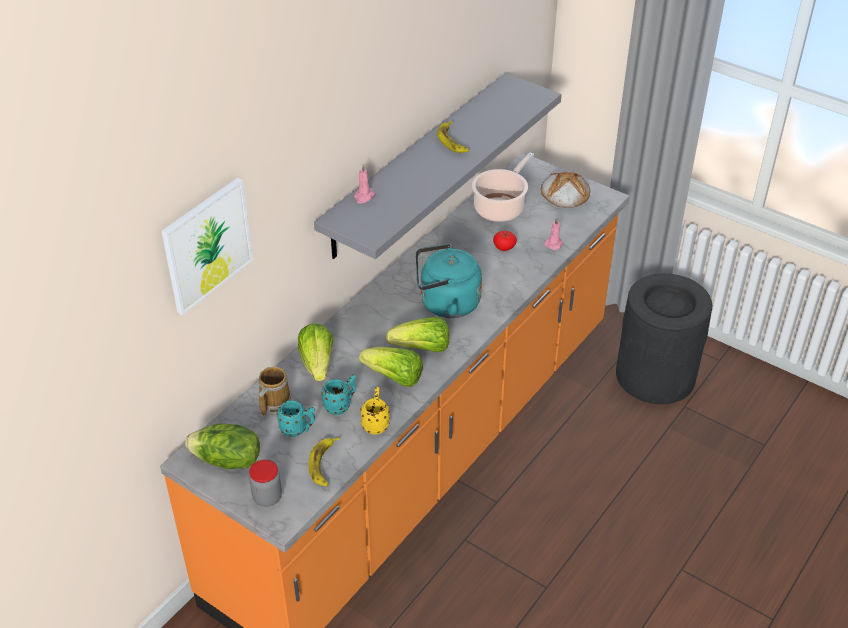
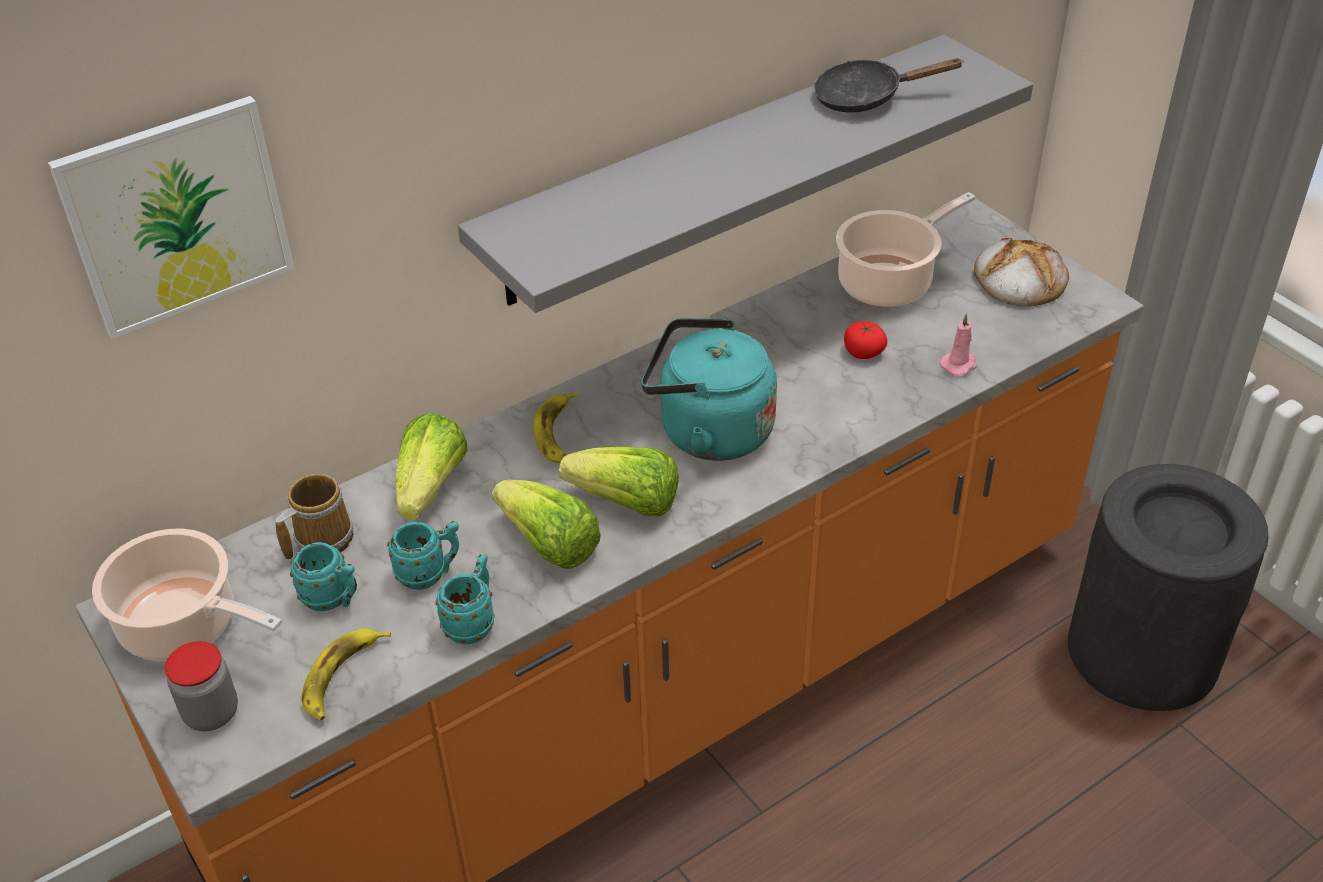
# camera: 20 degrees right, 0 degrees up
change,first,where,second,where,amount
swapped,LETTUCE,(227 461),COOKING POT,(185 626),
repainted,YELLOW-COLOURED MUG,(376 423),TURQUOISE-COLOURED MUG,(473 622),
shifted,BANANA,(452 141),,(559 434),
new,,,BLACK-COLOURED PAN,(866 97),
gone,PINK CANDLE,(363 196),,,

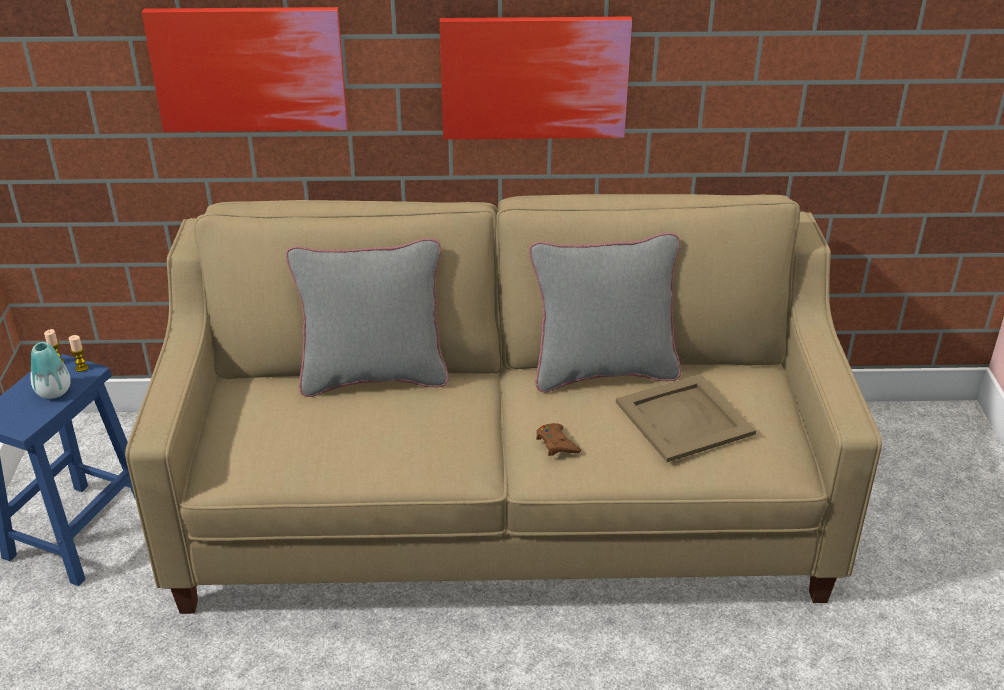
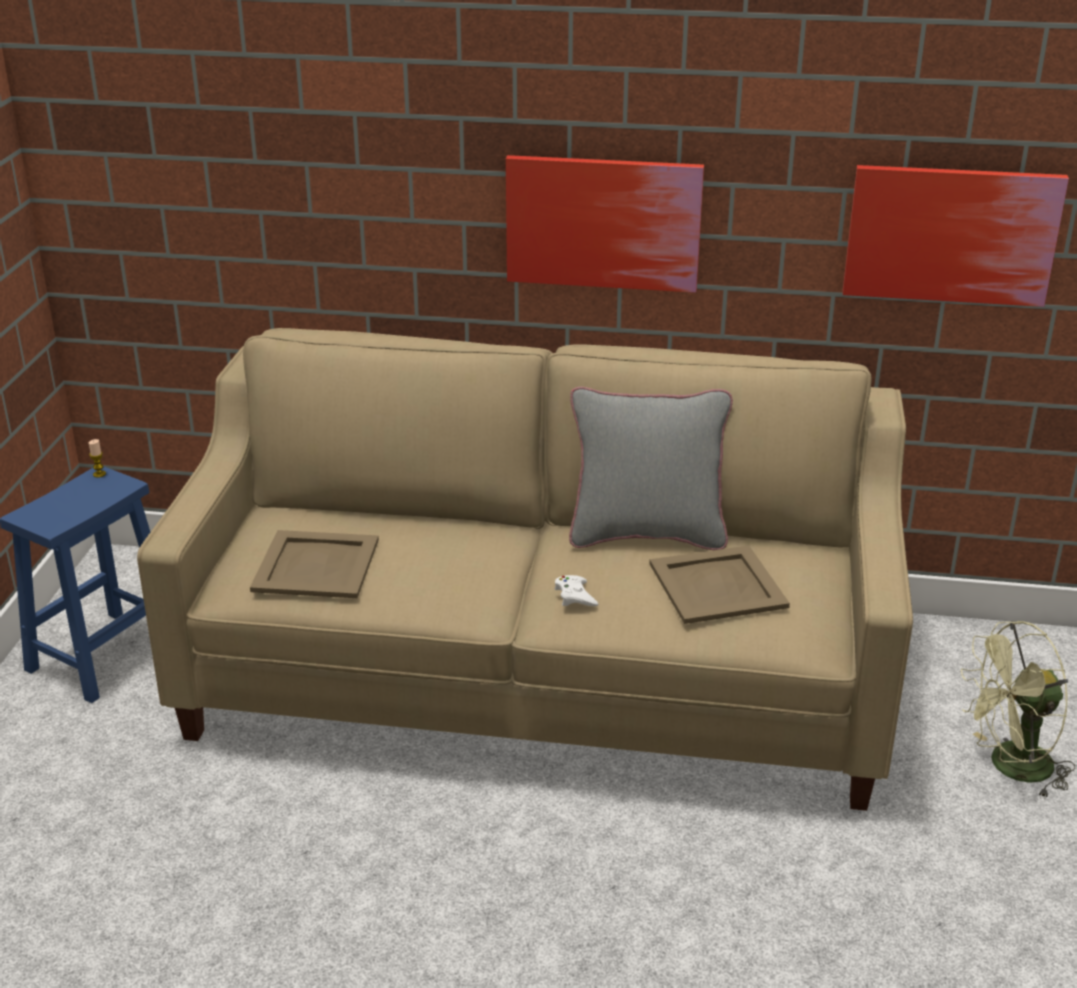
# camera: 10 degrees right, 5 degrees down
change,first,where,second,where,amount
new,,,SAND-COLOURED SERVING TRAY,(315 565),
repainted,BROWN GAMEPAD,(556 444),WHITE GAMEPAD,(575 596),
shifted,PICTURE,(249 69),,(951 234),
new,,,GREEN-COLOURED COOLING FAN,(1010 768),
gone,DECORATIVE VASE,(54 392),,,
gone,CANDLE,(82 368),,,
gone,GREYISH THROW PILLOW,(373 376),,,

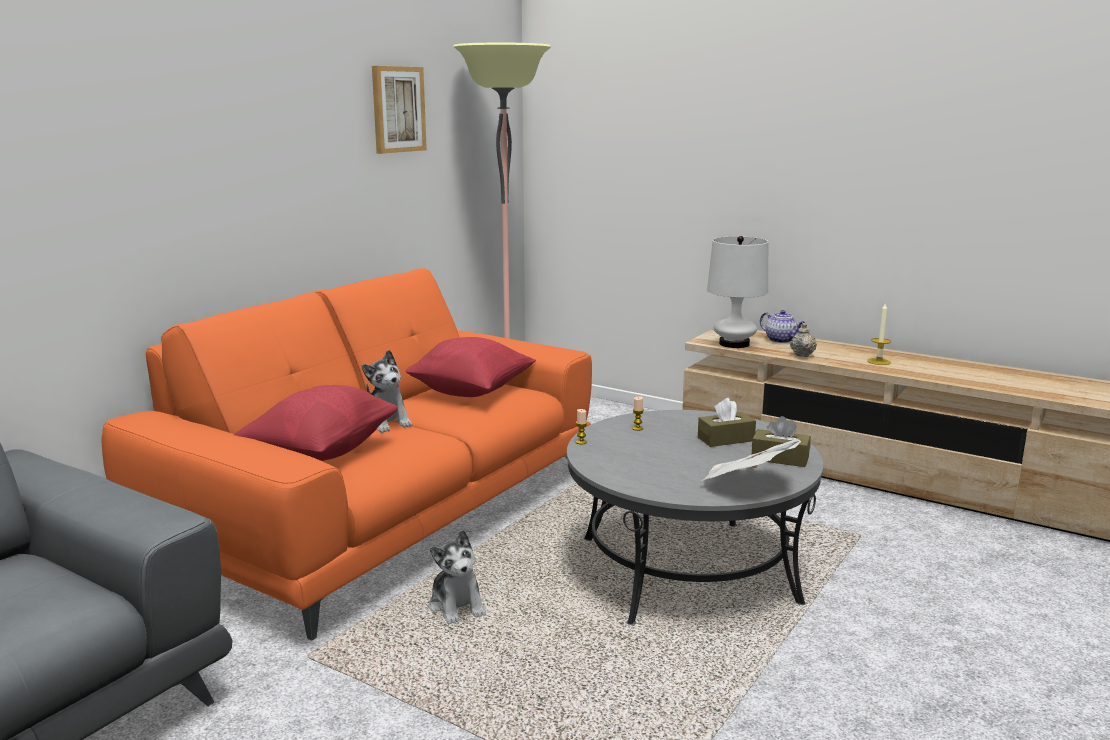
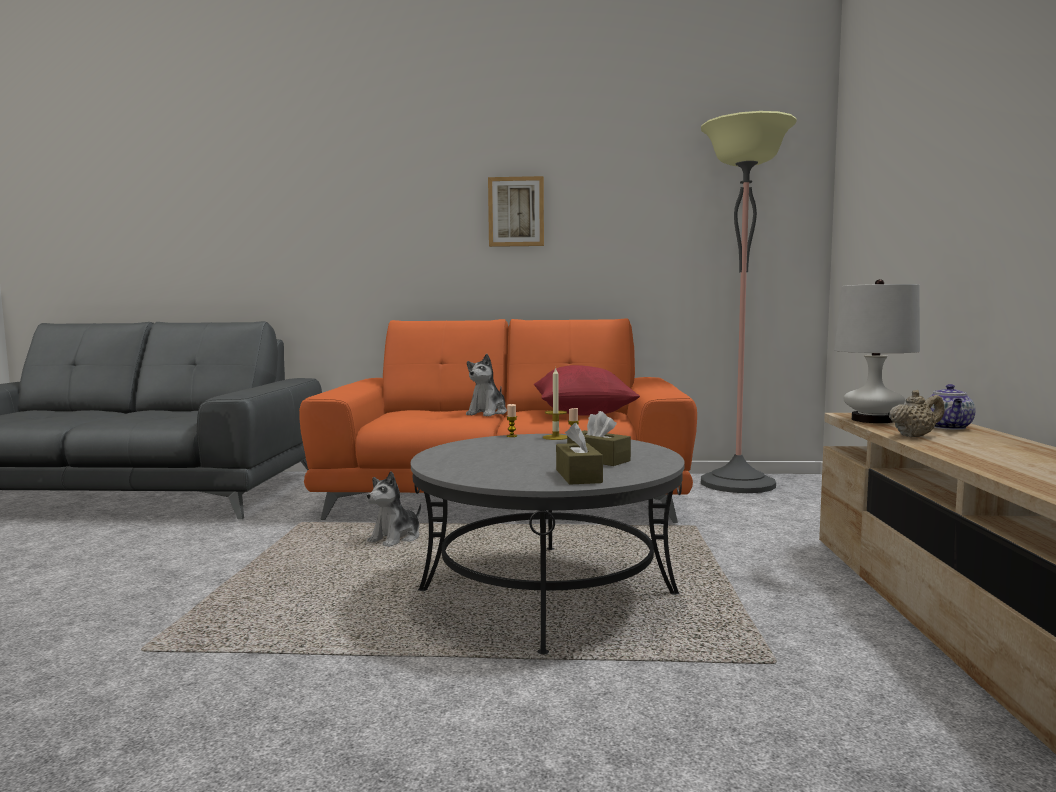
# camera: 60 degrees right, 10 degrees down
change,first,where,second,where,amount
shifted,PICTURE,(397 109),,(516 212),
shifted,CANDLE,(879 361),,(555 437),
gone,REDDISH THROW PILLOW,(321 453),,,
gone,NEWSPAPER,(747 484),,,

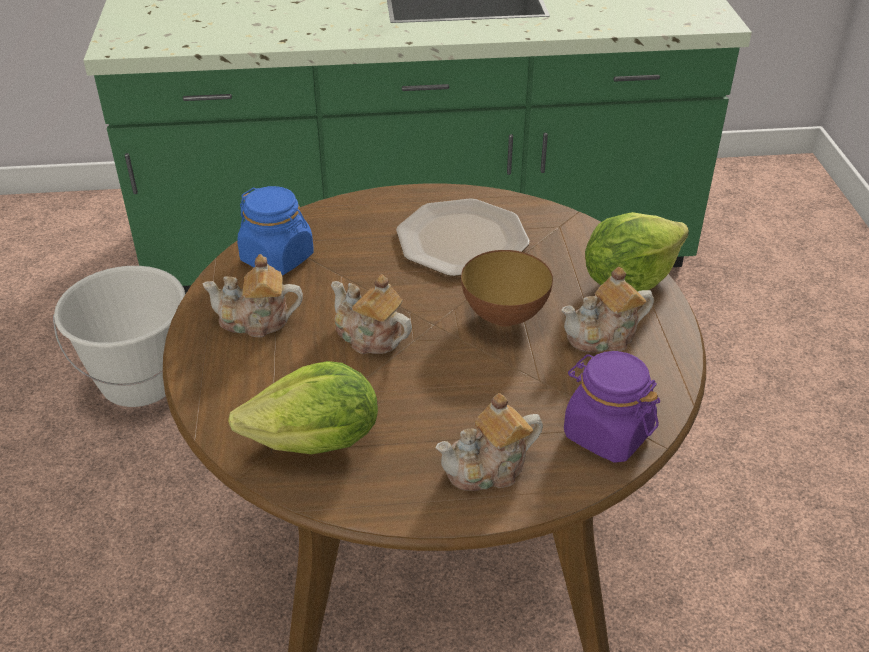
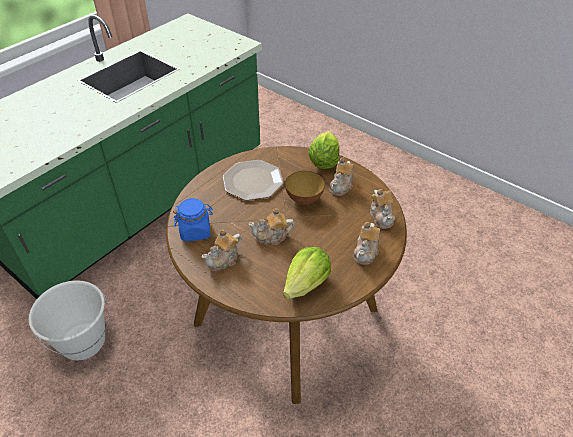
# camera: 45 degrees left, 5 degrees up
change,first,where,second,where,amount
swapped,PURPLISH PRESERVE JAR,(607 433),TEA POT,(381 217),

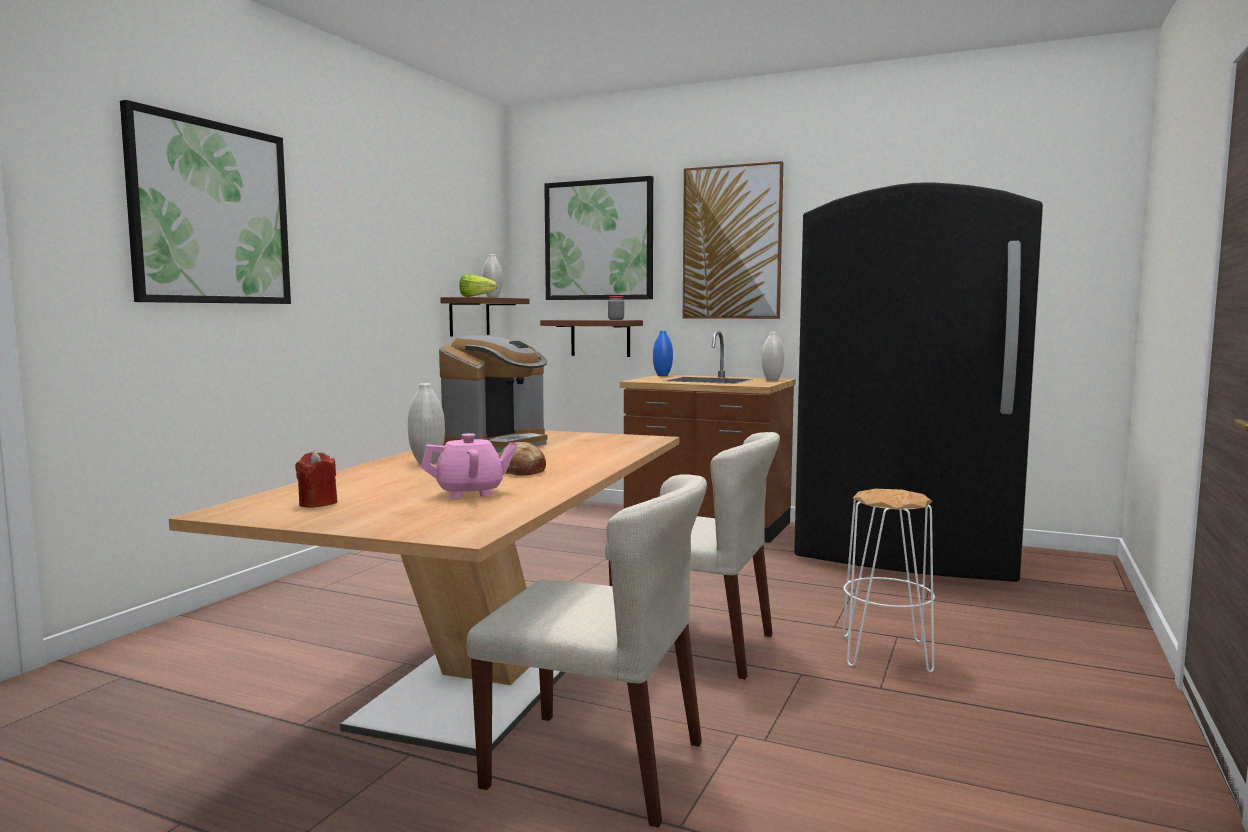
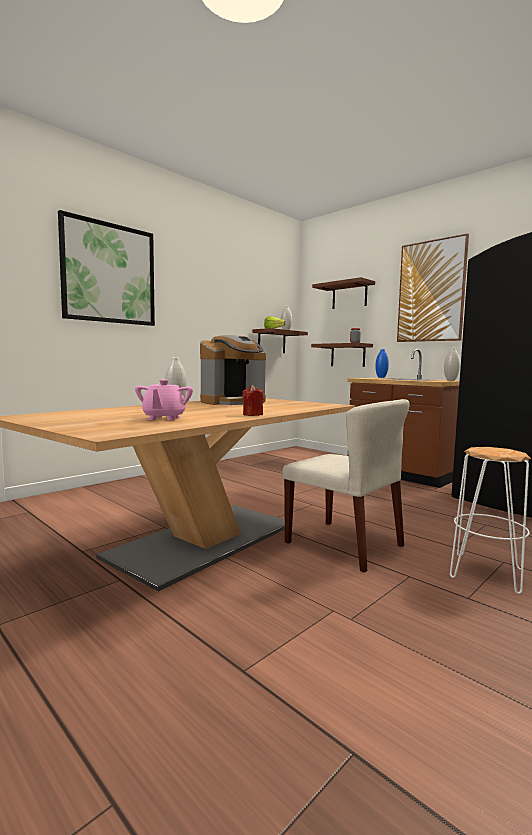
# camera: 20 degrees right, 0 degrees up
change,first,where,second,where,amount
rotated,PINK TEA POT,(470 493),,(164 418),90 degrees clockwise
shifted,REDDISH CANDLE,(318 503),,(252 414),
swapped,PICTURE,(599 240),BROWN BRACKET SHELF,(349 296),
gone,SAND-COLOURED PLAIN CHAIR,(597 764),,,
gone,BAKED BREAD,(522 471),,,

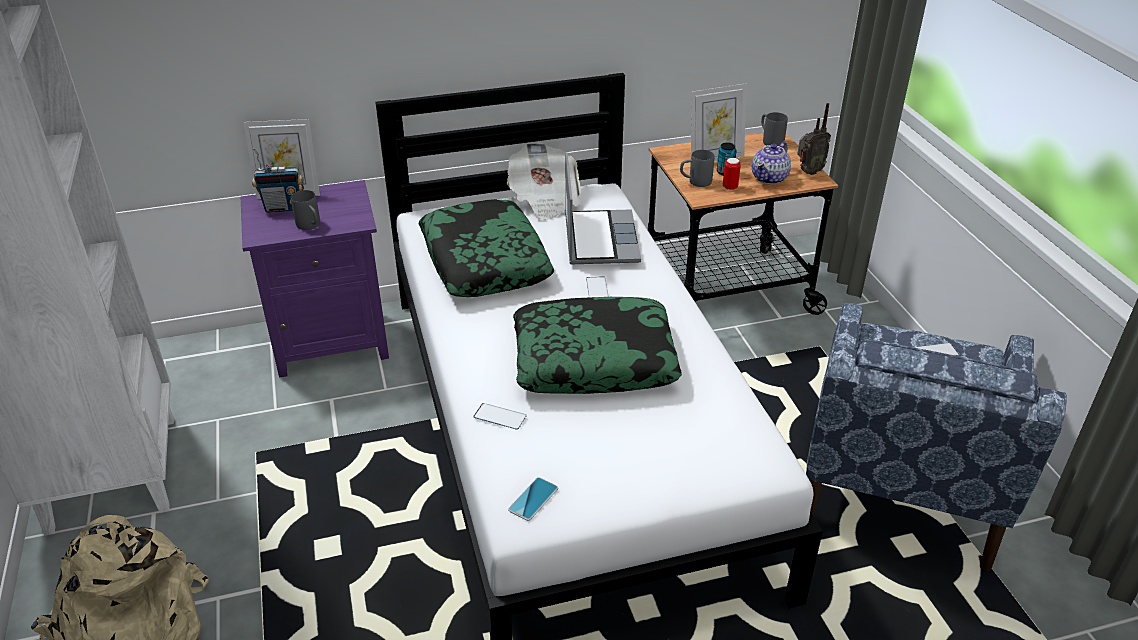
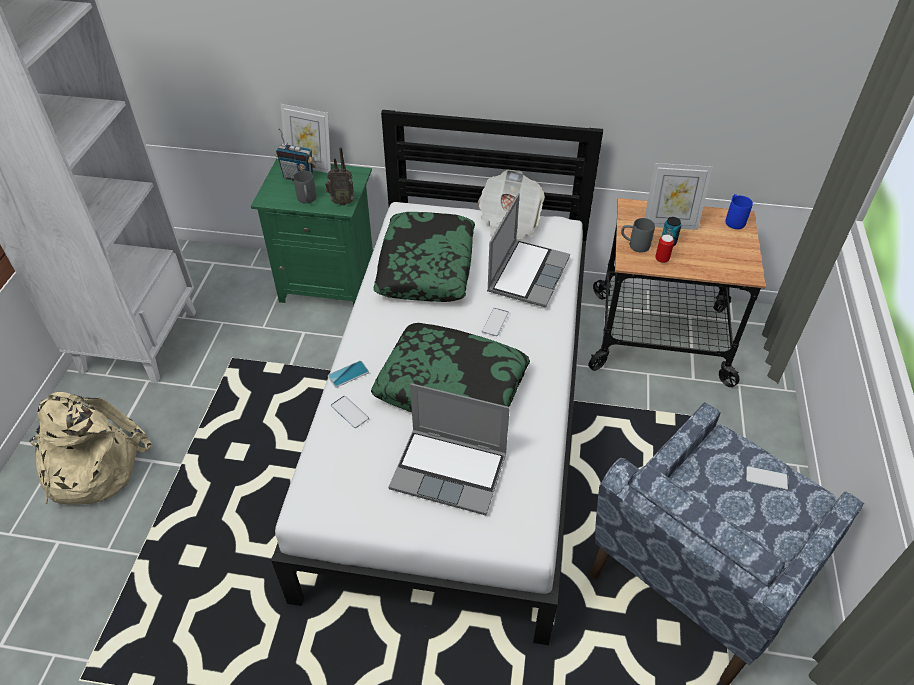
# camera: 25 degrees right, 10 degrees up
change,first,where,second,where,amount
repainted,PURPLISH NIGHTSTAND,(330 341),GREEN-COLOURED NIGHTSTAND,(329 283),
shifted,RADIO SET,(808 172),,(342 202),
shifted,HANDSET,(533 499),,(348 374),
new,,,NOTEBOOK COMPUTER,(450 471),
repainted,GREYISH MUG,(770 140),BLUE-COLOURED MUG,(733 220),
gone,TEA POT,(770 178),,,

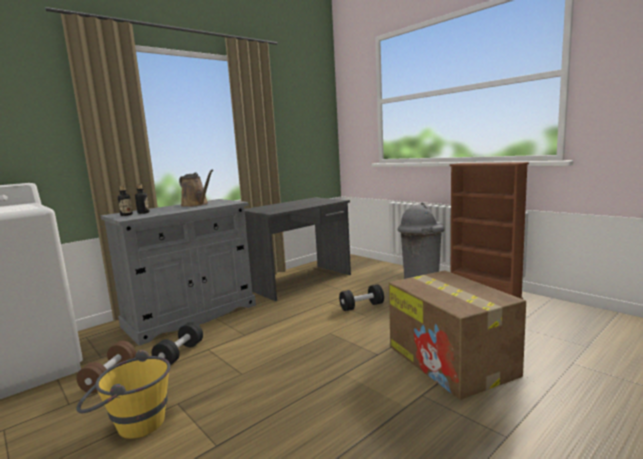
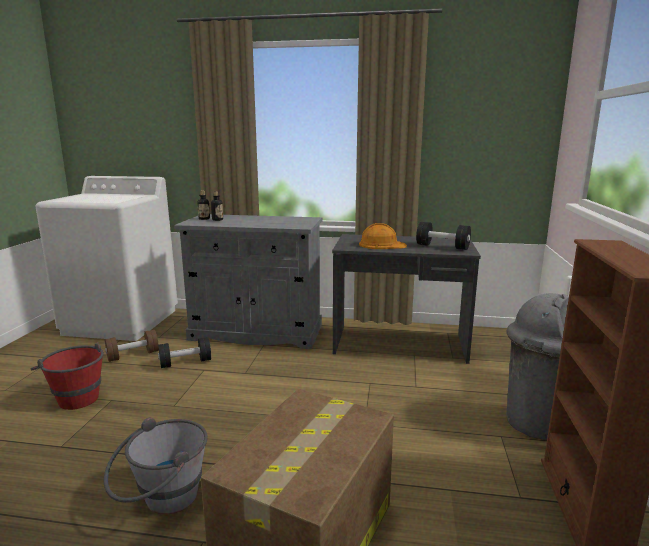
# camera: 50 degrees right, 5 degrees up
change,first,where,second,where,amount
repainted,YELLOW-COLOURED BUCKET,(131 425),REDDISH BUCKET,(75 396),
new,,,GREYISH BUCKET,(161 502),
new,,,ORANGE SAFETY HELMET,(382 245),
shifted,BLACK-COLOURED DUMBBELL,(362 306),,(442 247),
gone,BROWN WATERING CAN,(196 204),,,

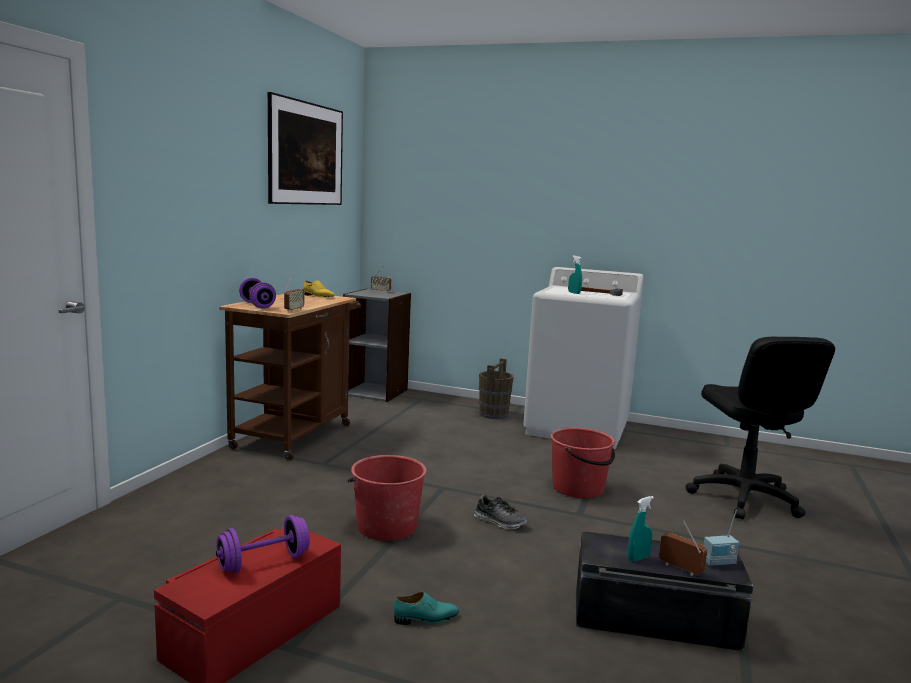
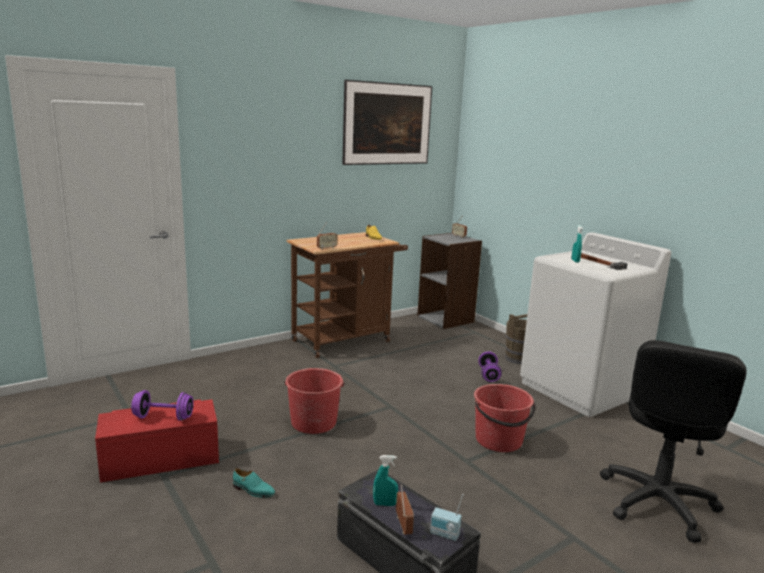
# camera: 35 degrees right, 5 degrees up
change,first,where,second,where,amount
shifted,PURPLISH DUMBBELL,(257 305),,(488 375),
gone,LOW SHOE,(500 522),,,

